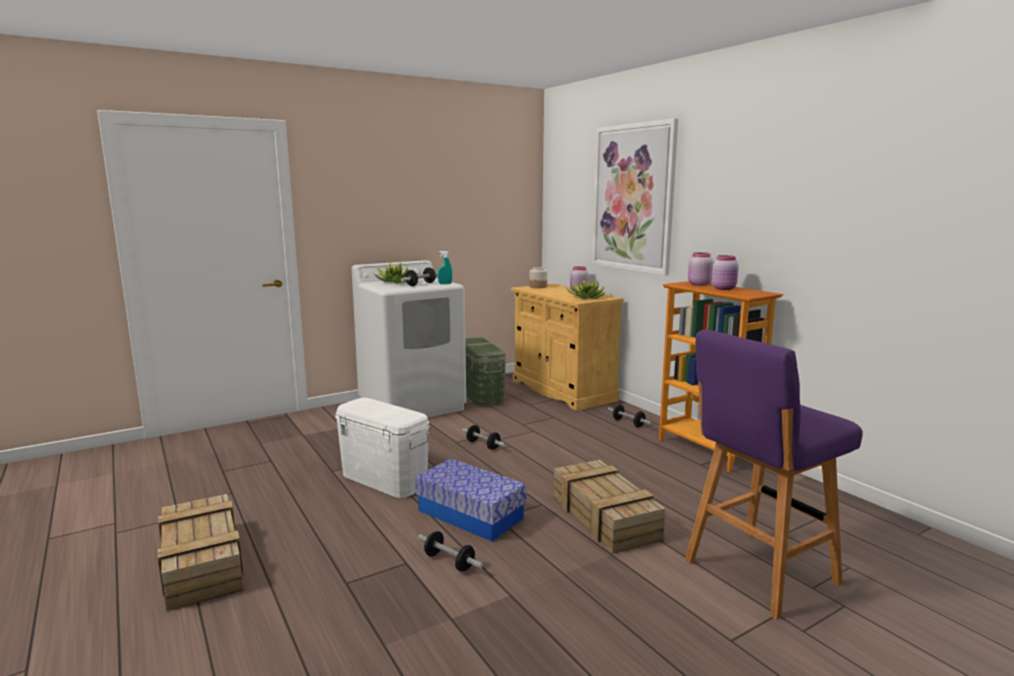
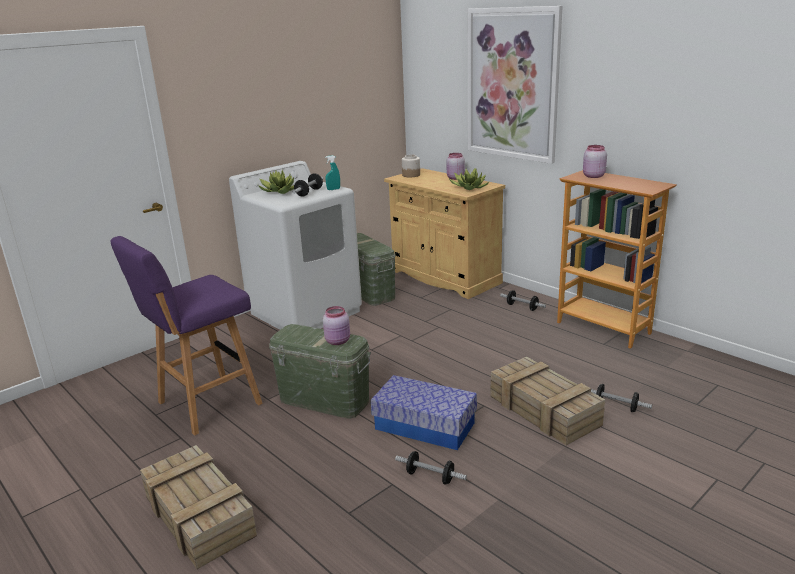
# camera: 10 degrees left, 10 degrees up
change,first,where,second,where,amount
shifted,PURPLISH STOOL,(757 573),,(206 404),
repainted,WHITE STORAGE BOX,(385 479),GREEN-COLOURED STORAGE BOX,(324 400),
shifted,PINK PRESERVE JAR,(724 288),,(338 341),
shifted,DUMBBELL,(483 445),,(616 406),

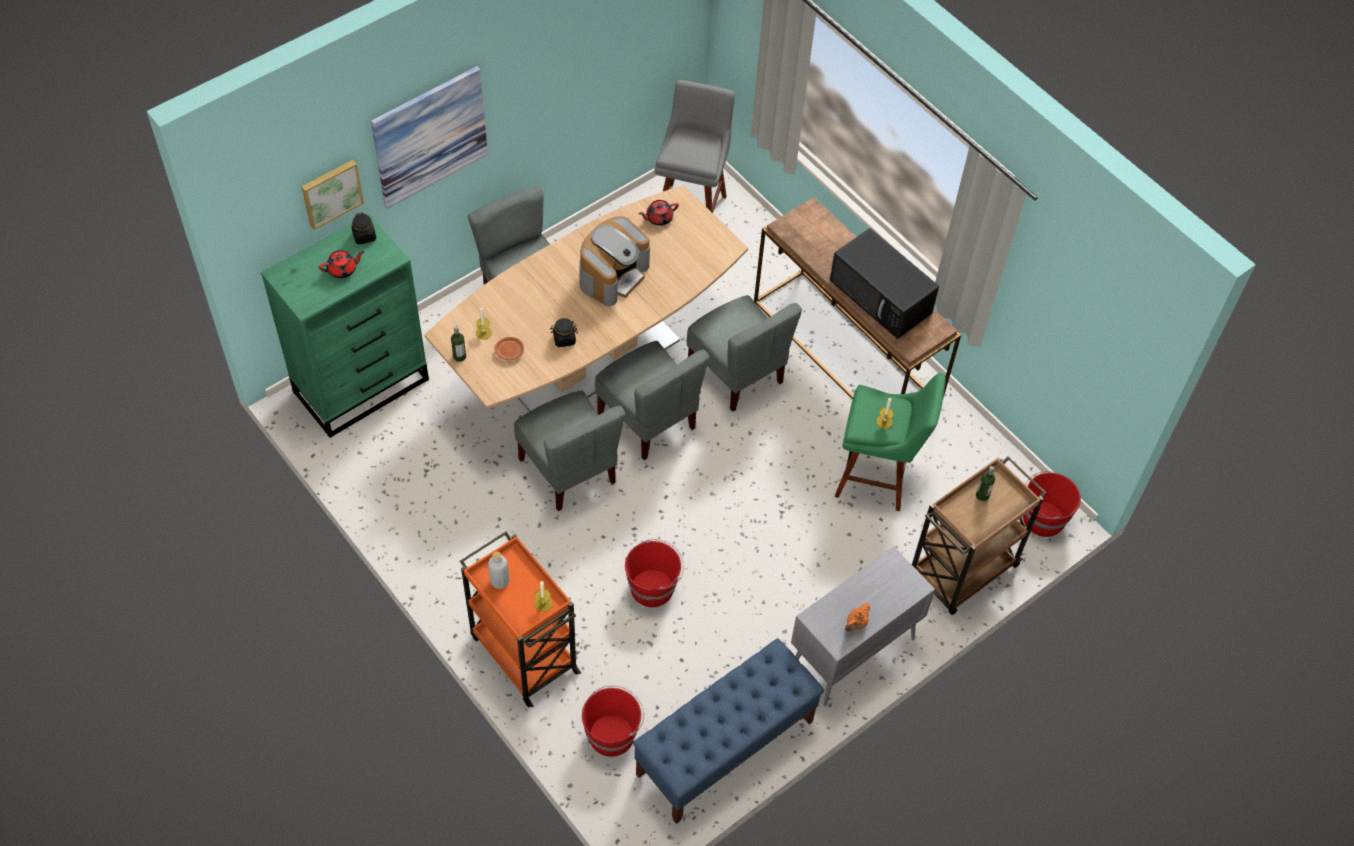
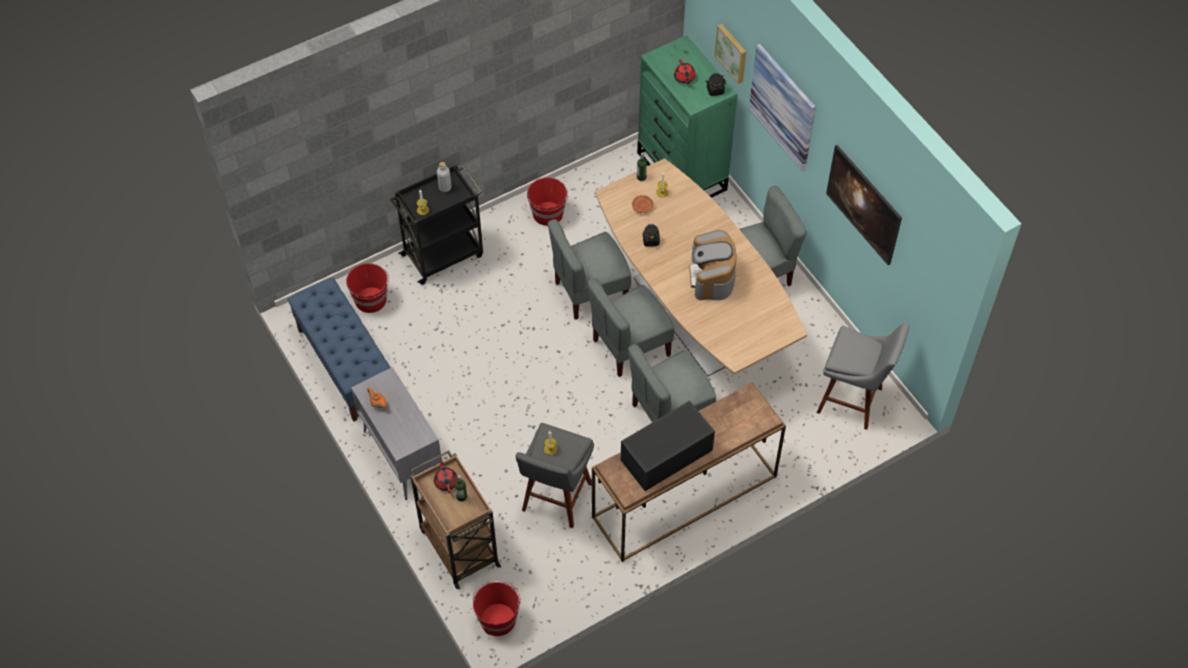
# camera: 100 degrees right, 0 degrees up
change,first,where,second,where,amount
repainted,ORANGE TROLLEY,(523 652),BLACK-COLOURED TROLLEY,(444 254),
shifted,REDDISH TEA POT,(658 218),,(446 481),
repainted,GREEN-COLOURED STOOL,(877 478),GREYISH STOOL,(555 500),
shifted,REDDISH BUCKET,(653 587),,(548 214),
rotated,COFFEE BREWER,(613 275),,(712 277),45 degrees clockwise
new,,,PICTURE,(861 216),

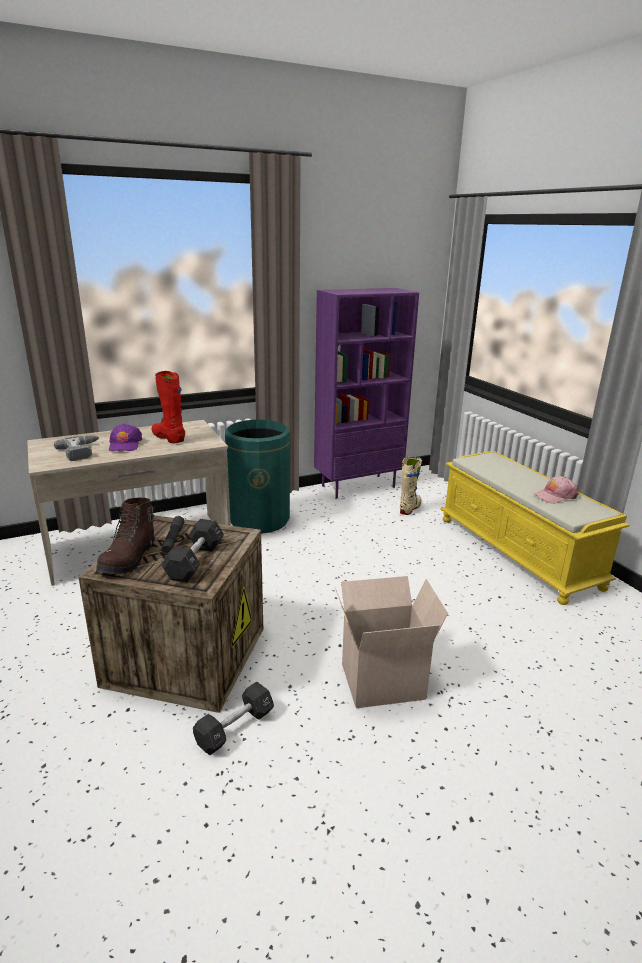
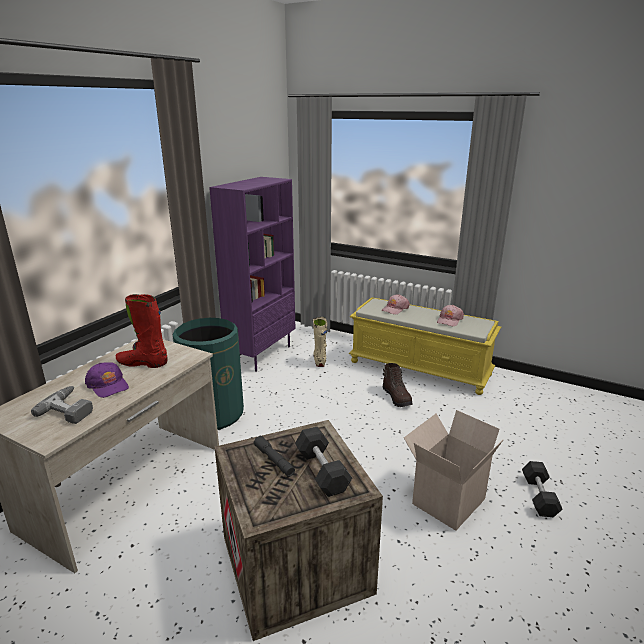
# camera: 35 degrees left, 0 degrees up
change,first,where,second,where,amount
new,,,PINK BASEBALL CAP,(395 309),
shifted,BROWN HIGH-TOP BOOT,(129 559),,(397 397),
shifted,BLACK-COLOURED DUMBBELL,(235 728),,(539 496),

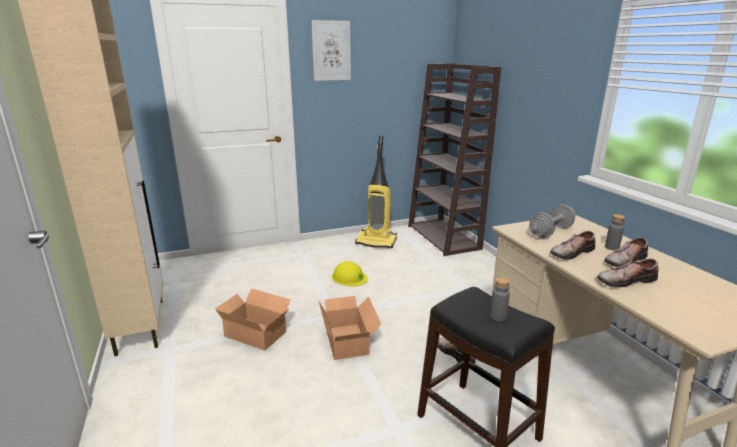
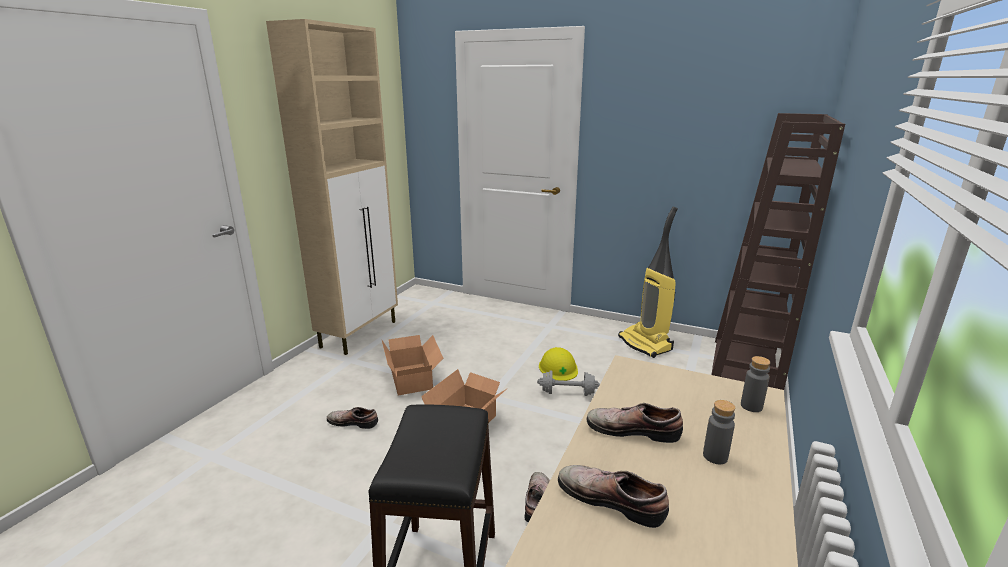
# camera: 45 degrees right, 0 degrees up
change,first,where,second,where,amount
shifted,LOW SHOE,(623 260),,(354 421),
shifted,GREYISH DUMBBELL,(550 232),,(567 393),
shifted,GREYISH BOTTLE,(498 316),,(751 406),
gone,PICTURE,(331 51),,,

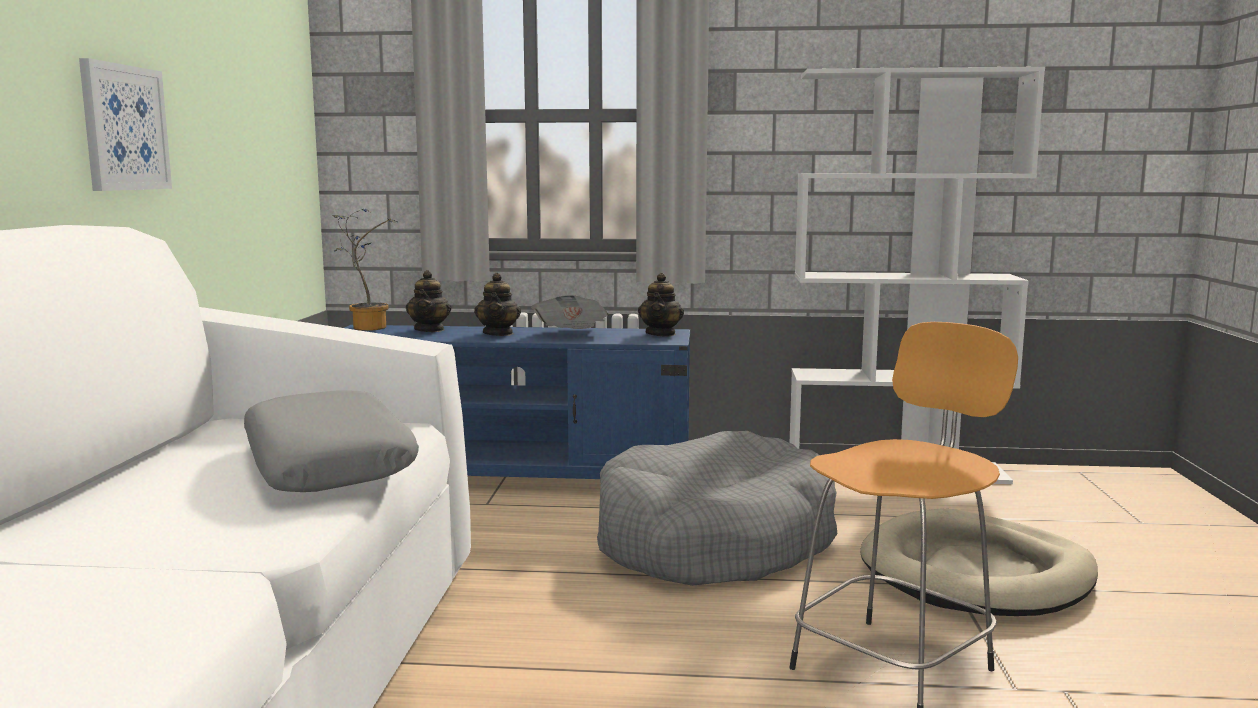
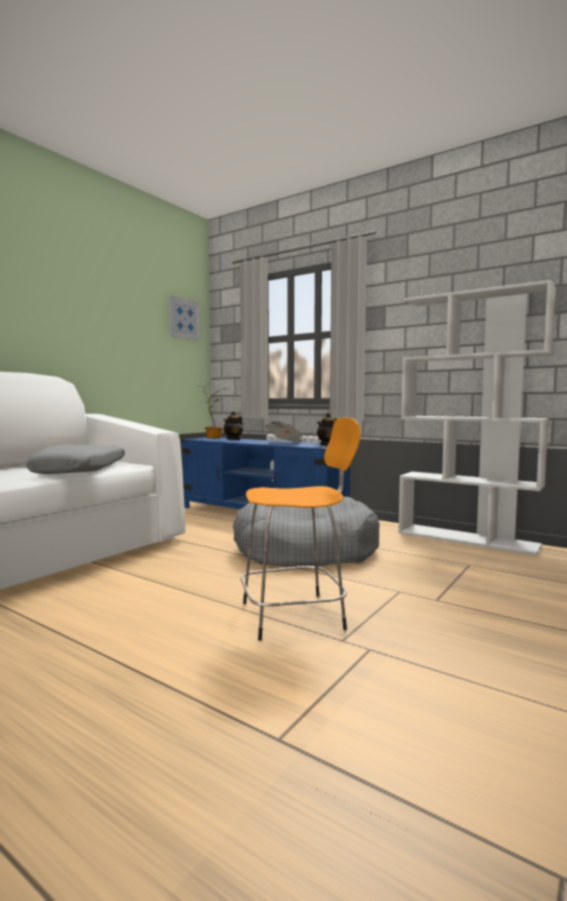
# camera: 30 degrees right, 5 degrees down
change,first,where,second,where,amount
shifted,PICTURE,(124 128),,(183 319),
gone,TEA POT,(498 333),,,
gone,SAND-COLOURED DOG BED,(976 573),,,

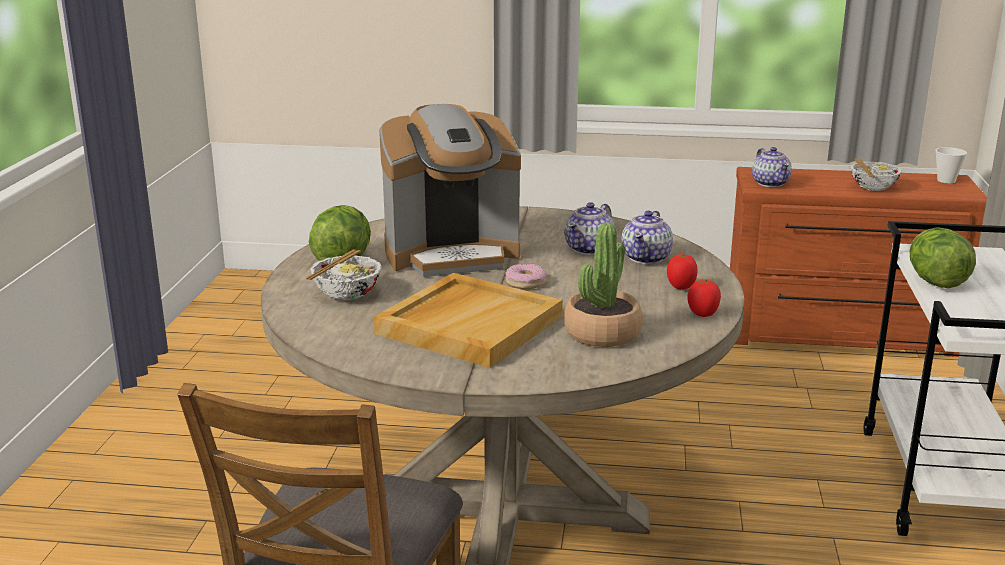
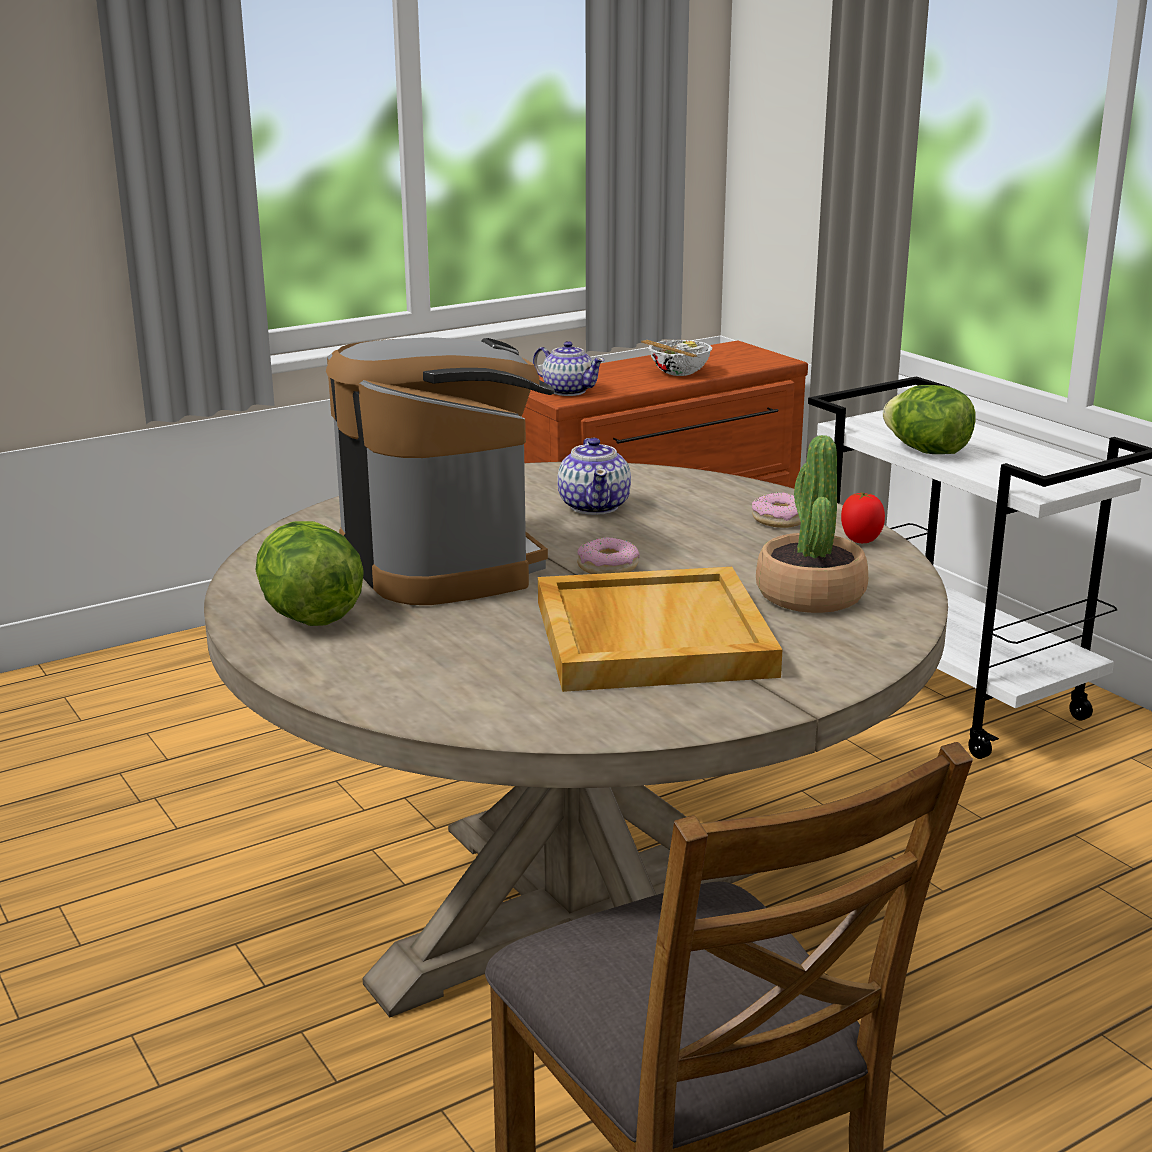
# camera: 40 degrees left, 0 degrees up
change,first,where,second,where,amount
rotated,COFFEE BREWER,(452 254),,(443 561),60 degrees counterclockwise
swapped,FRESH TOMATO,(681 287),RING DOUGHNUT,(780 519),
gone,BOWL,(346 294),,,
gone,TEA POT,(647 258),,,
gone,DRINKING CUP,(946 180),,,

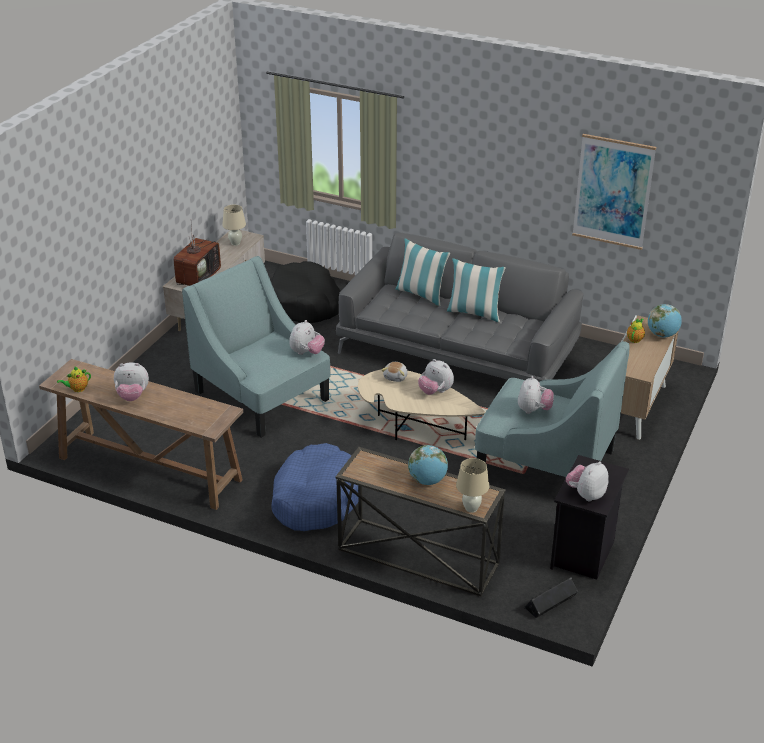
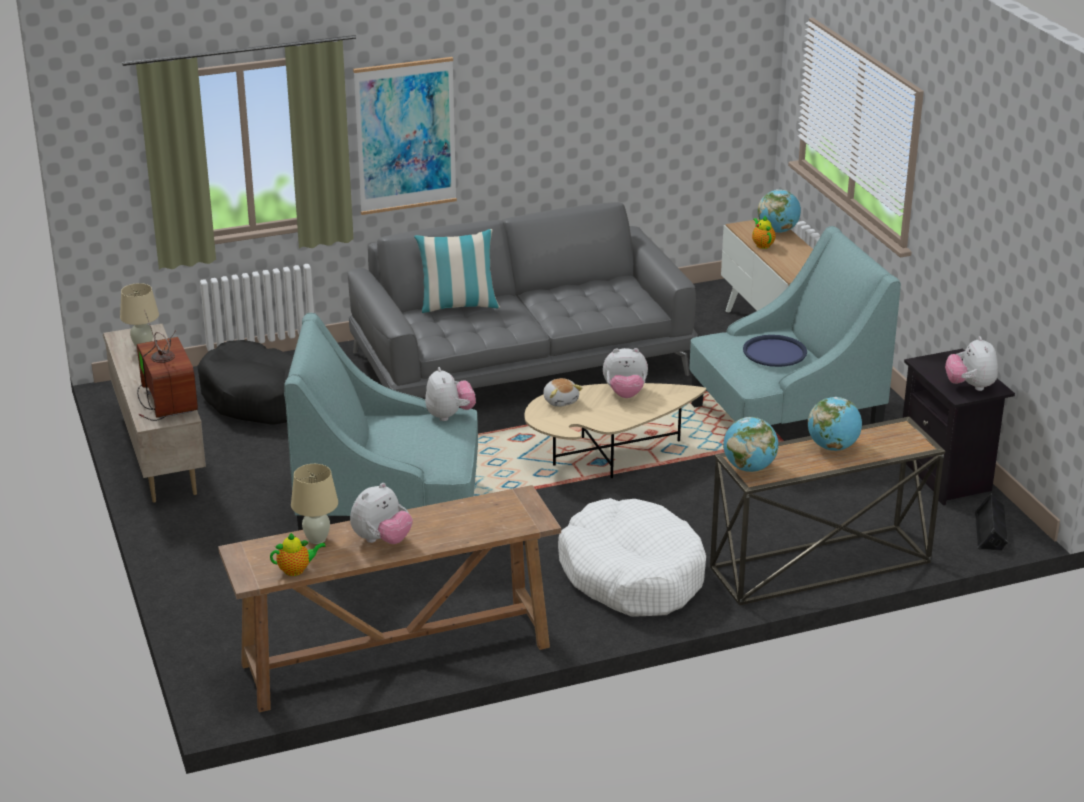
# camera: 45 degrees left, 5 degrees down
change,first,where,second,where,amount
rotated,TEA POT,(77 389),,(296 570),120 degrees counterclockwise
shifted,SAND-COLOURED TABLETOP LAMP,(471 508),,(316 539),
shifted,PICTURE,(613 192),,(405 136),
repainted,BLUE-COLOURED DOG BED,(315 498),WHITE DOG BED,(632 575),
new,,,GLOBE,(749 468),
swapped,SOFT TOY,(534 410),BLUE-COLOURED SERVING TRAY,(774 352),
gone,THROW PILLOW,(474 313),,,

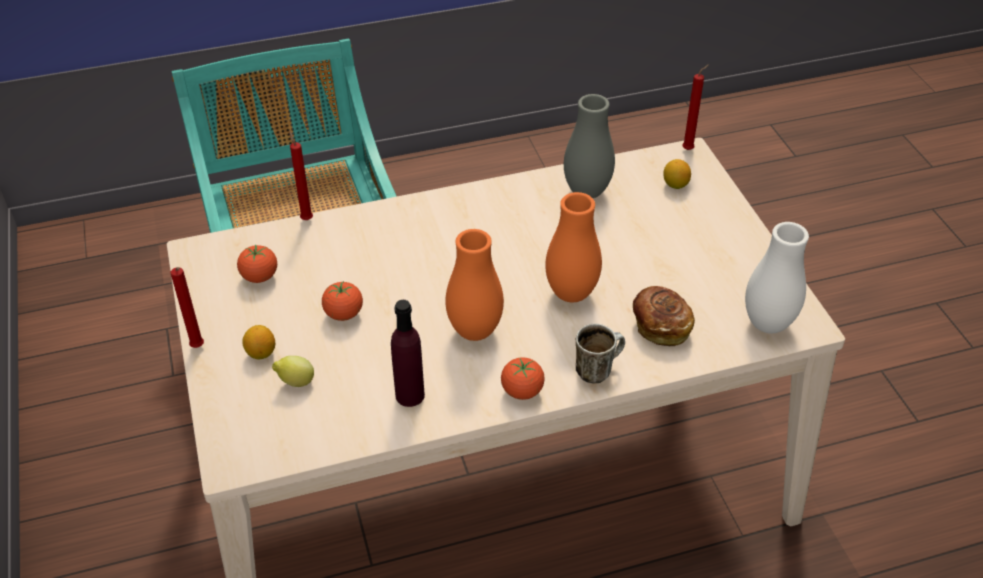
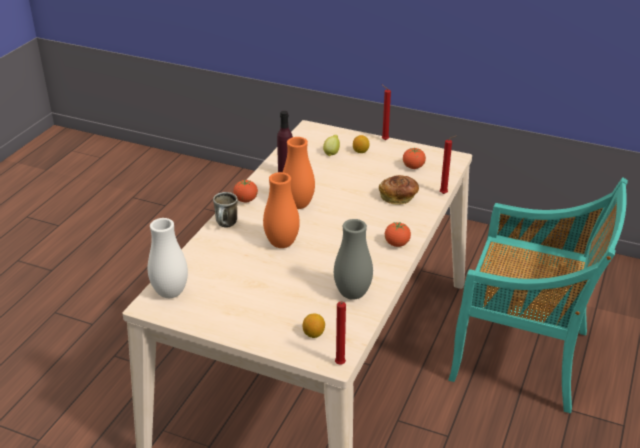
# camera: 130 degrees right, 10 degrees down
change,first,where,second,where,amount
shifted,BAKED BREAD,(660 326),,(398 197),
shifted,FRESH TOMATO,(344 314),,(397 244),

